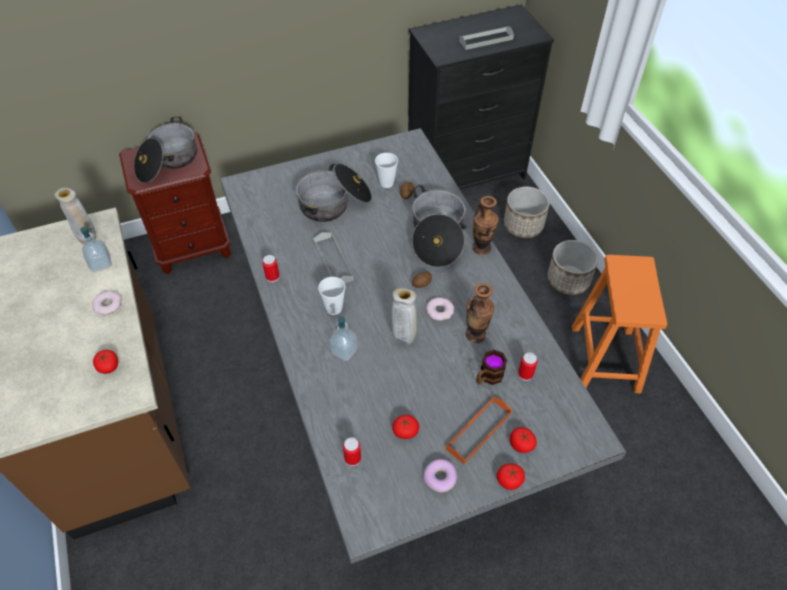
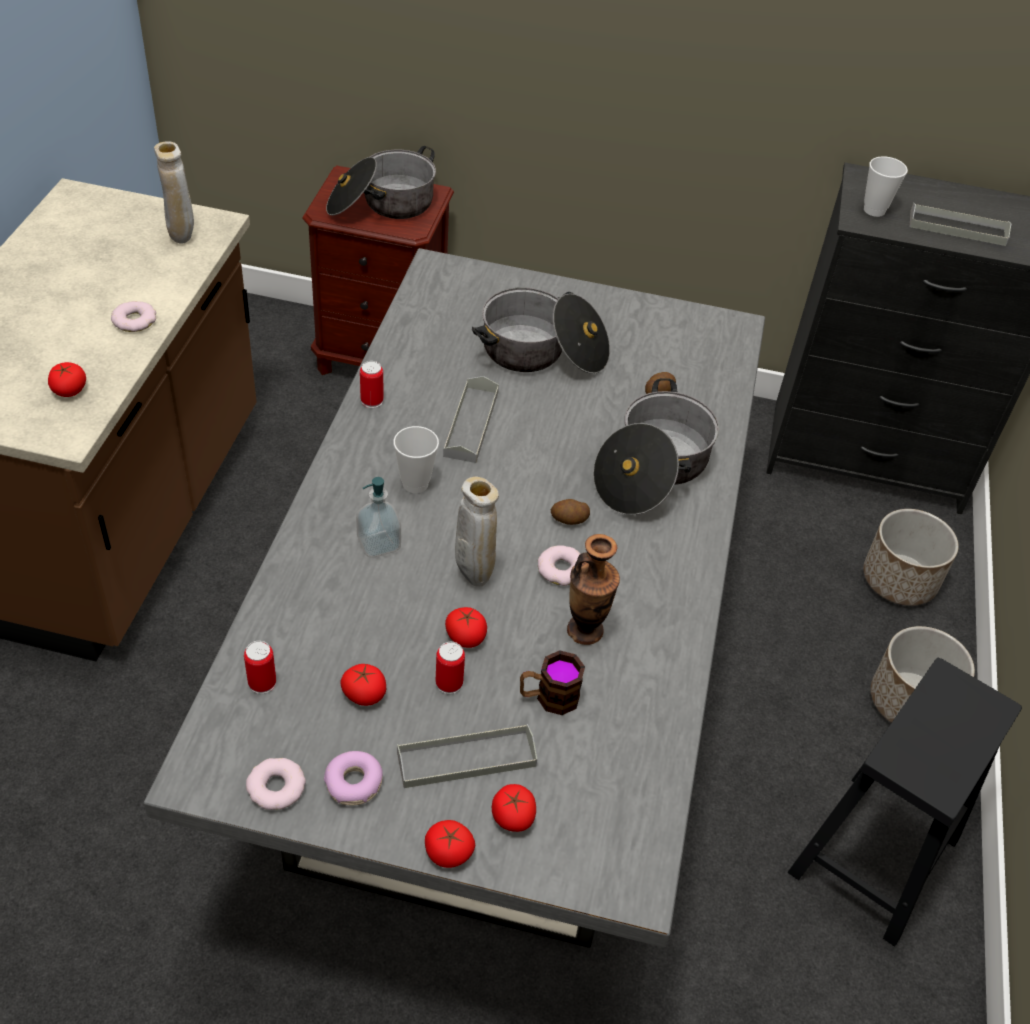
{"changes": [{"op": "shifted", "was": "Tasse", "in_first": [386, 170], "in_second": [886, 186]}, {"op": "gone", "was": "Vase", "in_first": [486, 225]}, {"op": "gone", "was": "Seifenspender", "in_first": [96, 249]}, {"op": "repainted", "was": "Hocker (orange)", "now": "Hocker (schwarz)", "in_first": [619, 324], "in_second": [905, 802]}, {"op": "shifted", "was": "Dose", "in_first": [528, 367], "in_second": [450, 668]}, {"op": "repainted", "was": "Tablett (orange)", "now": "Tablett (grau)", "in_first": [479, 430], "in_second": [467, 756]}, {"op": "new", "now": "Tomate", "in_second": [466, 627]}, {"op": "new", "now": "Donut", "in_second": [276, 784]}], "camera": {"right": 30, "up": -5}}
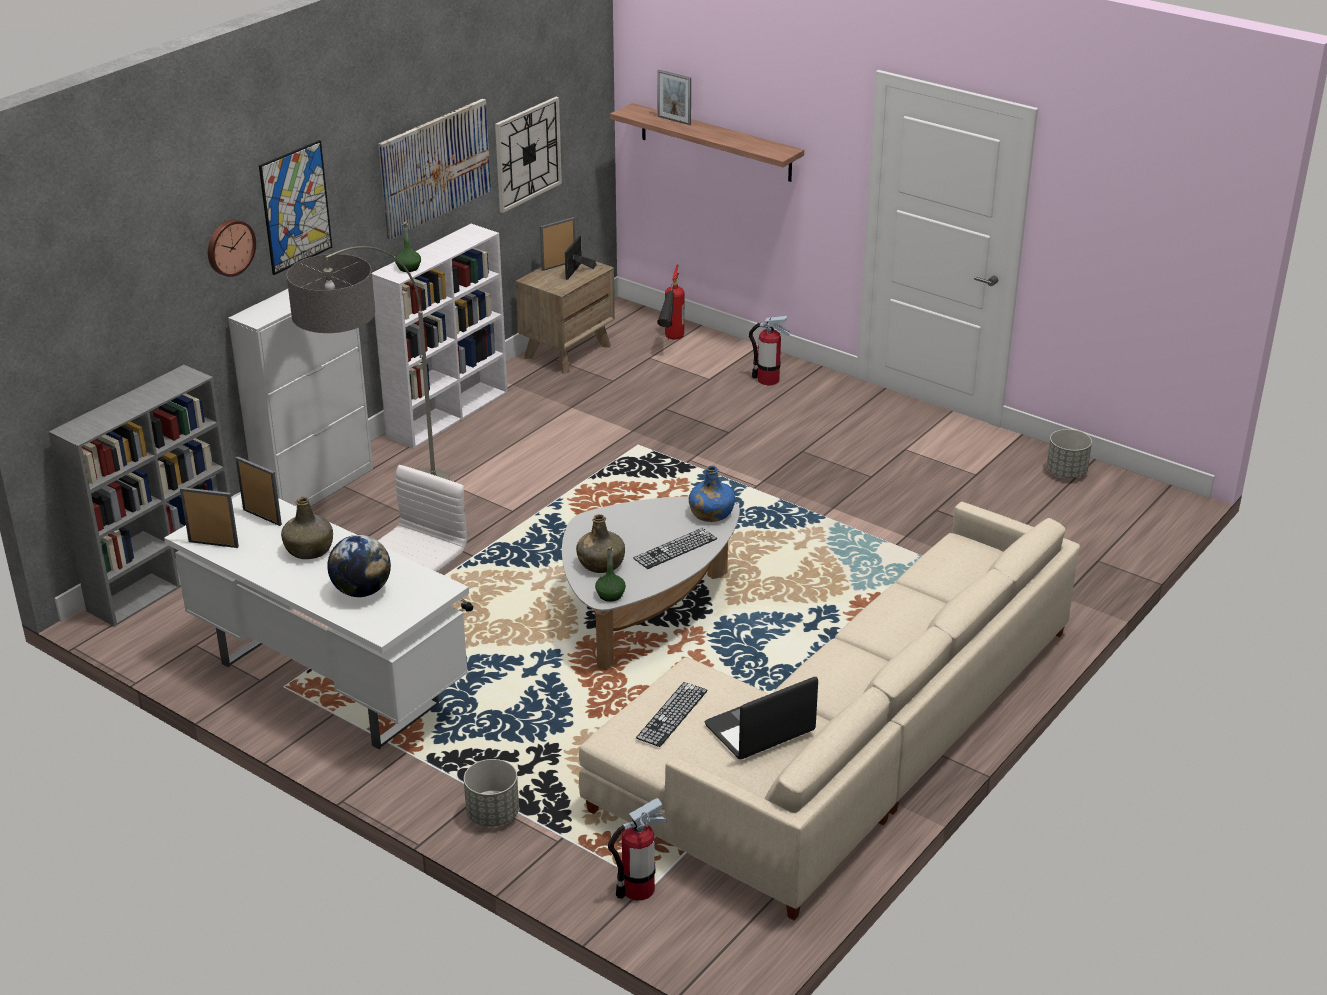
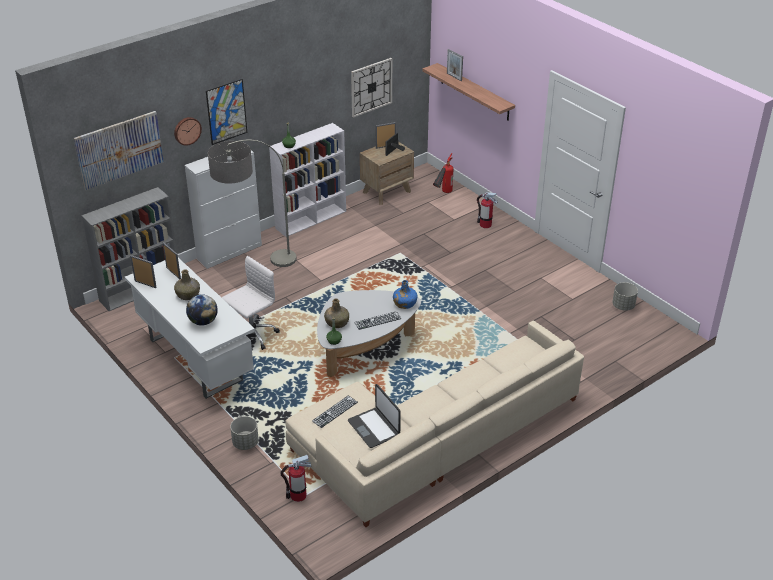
{"changes": [{"op": "shifted", "was": "Bild", "in_first": [434, 169], "in_second": [119, 150]}, {"op": "rotated", "was": "Laptop", "in_first": [761, 718], "in_second": [374, 416], "clockwise": -105}], "camera": {"right": 15, "up": 5}}
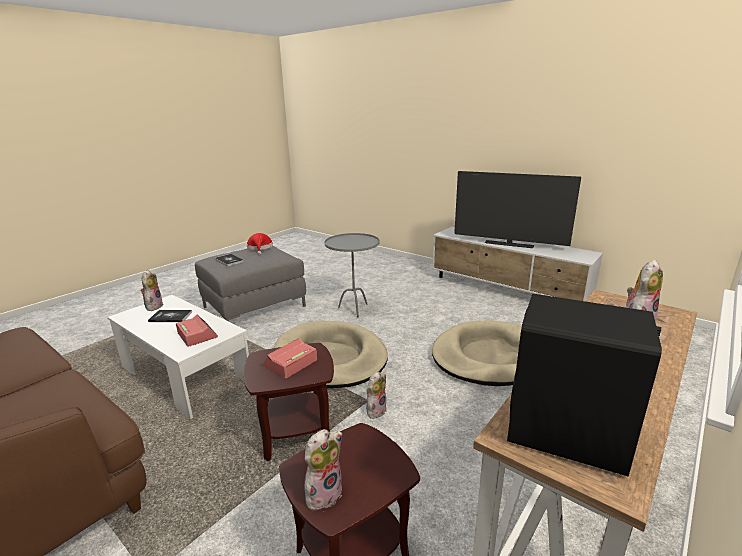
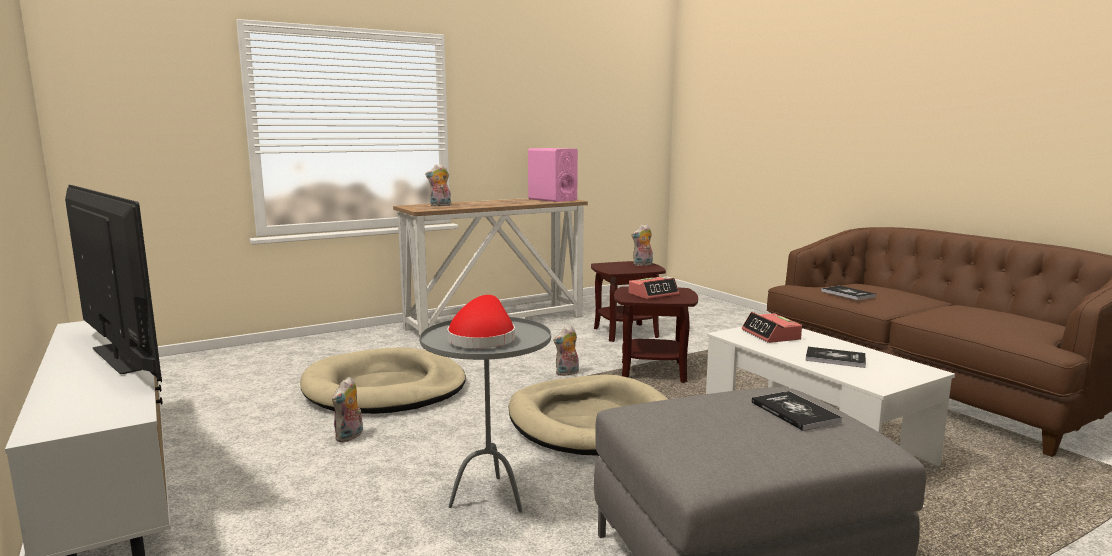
{"changes": [{"op": "shifted", "was": "Hut (rot)", "in_first": [259, 244], "in_second": [481, 321]}, {"op": "shifted", "was": "Plüschtier", "in_first": [152, 290], "in_second": [347, 410]}, {"op": "repainted", "was": "Lautsprecher (schwarz)", "now": "Lautsprecher (rosa)", "in_first": [584, 384], "in_second": [553, 175]}, {"op": "new", "now": "Buch", "in_second": [848, 293]}], "camera": {"right": -160, "up": -10}}
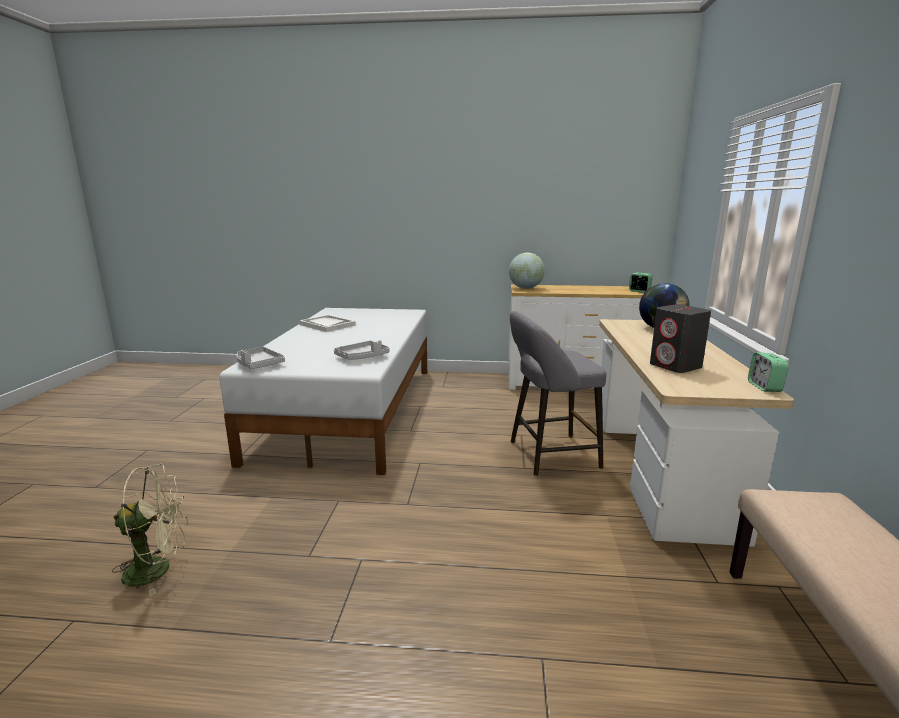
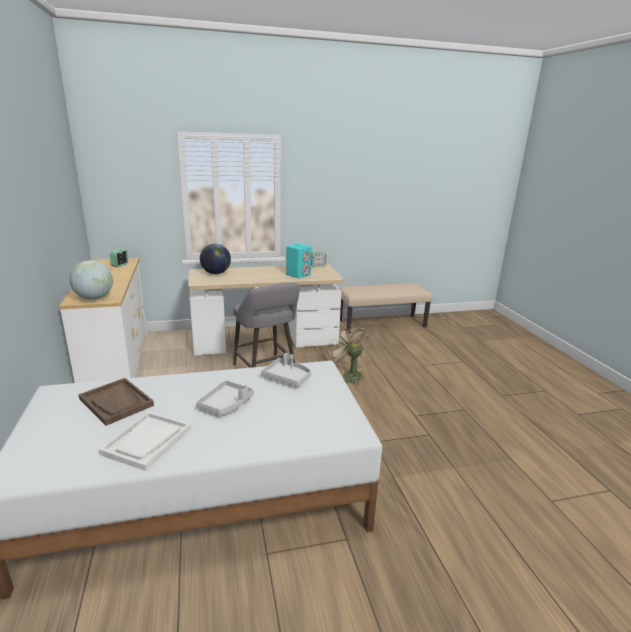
{"changes": [{"op": "repainted", "was": "Lautsprecher (grau)", "now": "Lautsprecher (türkis)", "in_first": [680, 338], "in_second": [299, 260]}, {"op": "shifted", "was": "Tablett (grau)", "in_first": [261, 358], "in_second": [225, 397]}, {"op": "shifted", "was": "Ventilator (beige)", "in_first": [150, 530], "in_second": [349, 355]}, {"op": "new", "now": "Tablett (braun)", "in_second": [116, 402]}], "camera": {"right": -110, "up": 5}}
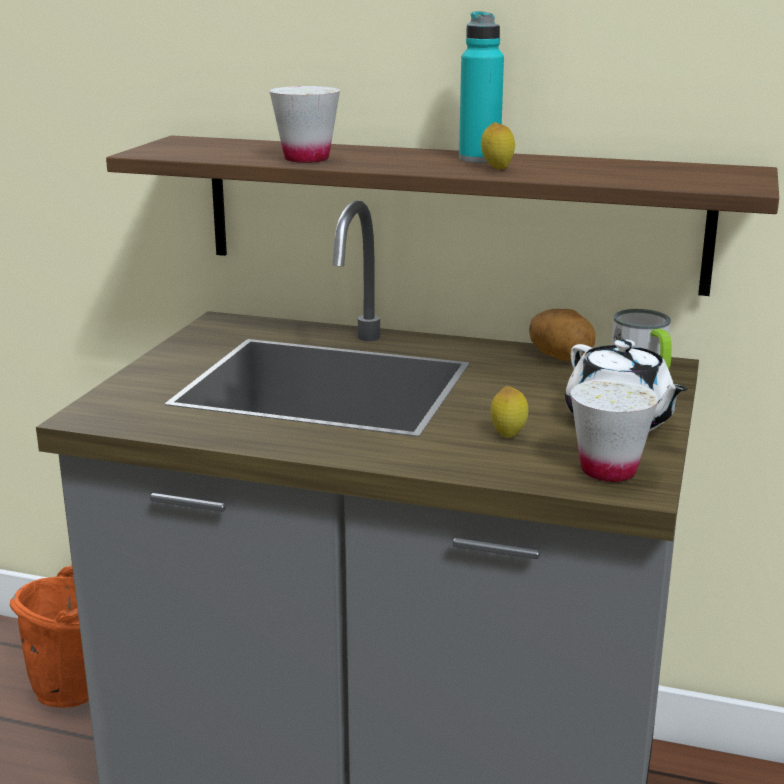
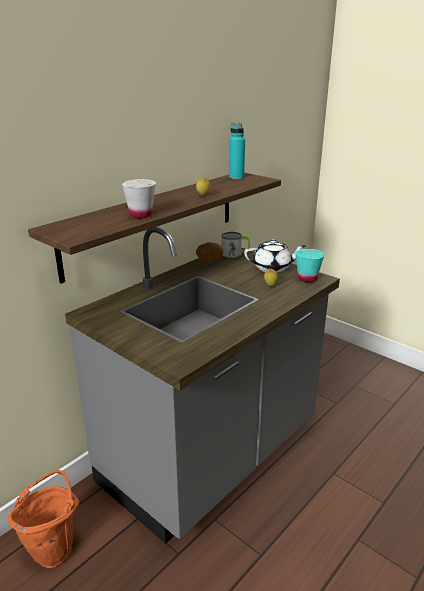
{"changes": [{"op": "shifted", "was": "Flasche (türkis)", "in_first": [481, 87], "in_second": [237, 151]}, {"op": "repainted", "was": "Tasse (weiß)", "now": "Tasse (türkis)", "in_first": [615, 430], "in_second": [309, 266]}], "camera": {"right": -65, "up": 5}}
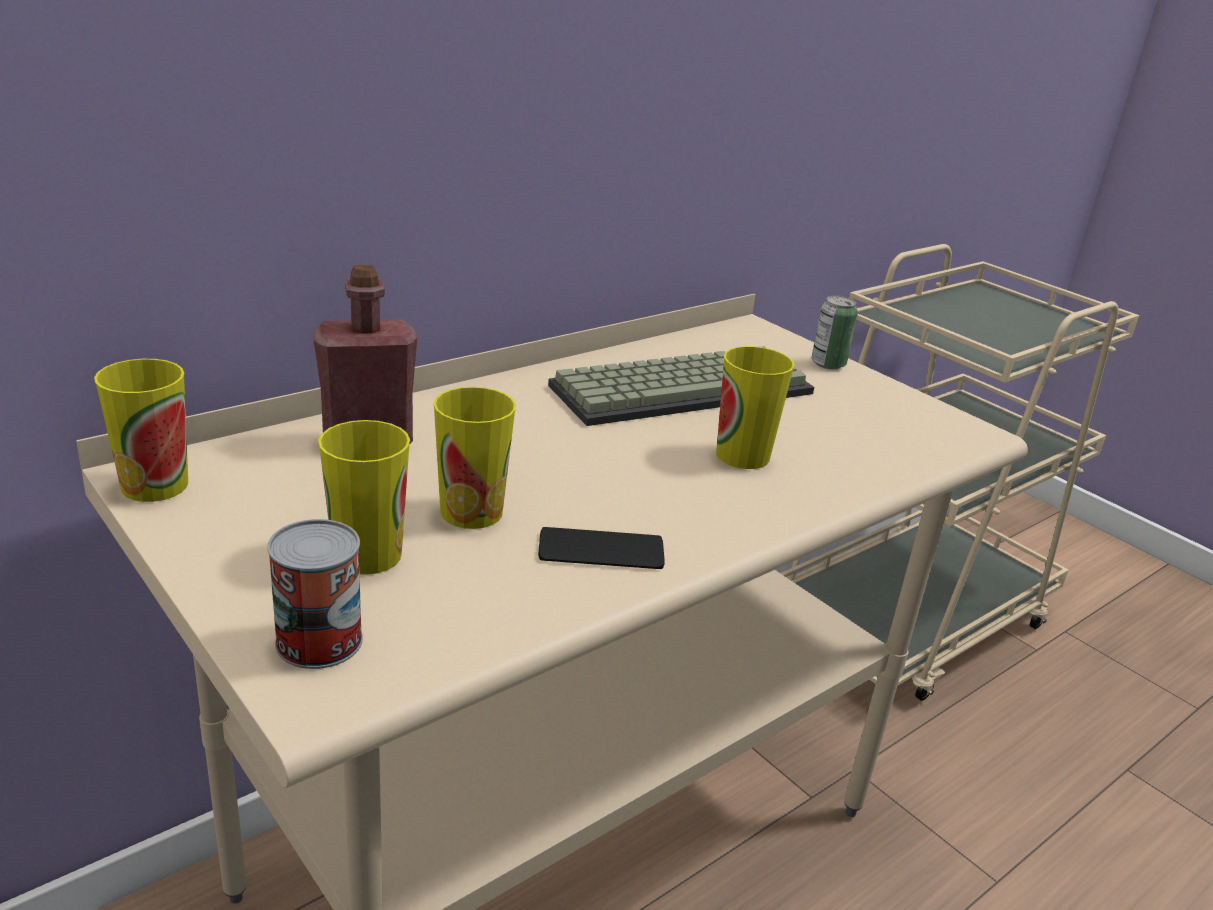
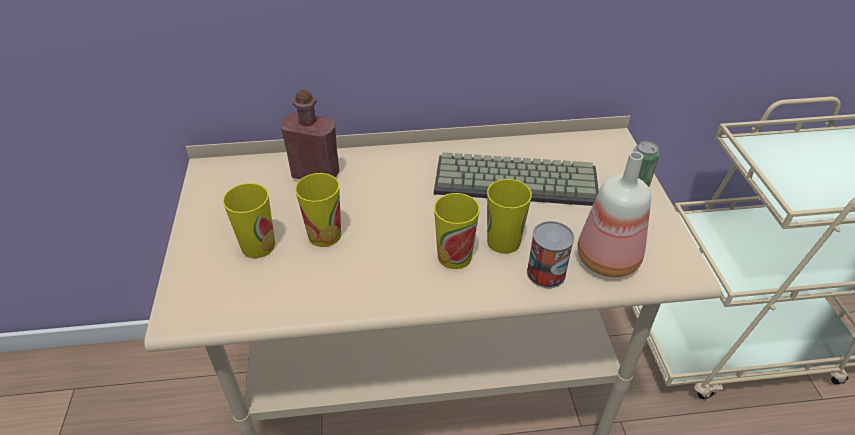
{"changes": [{"op": "shifted", "was": "Tasse", "in_first": [141, 430], "in_second": [457, 231]}, {"op": "shifted", "was": "Dose", "in_first": [315, 594], "in_second": [550, 254]}, {"op": "gone", "was": "Handy", "in_first": [601, 548]}, {"op": "new", "now": "Flasche", "in_second": [614, 214]}], "camera": {"right": 35, "up": 15}}
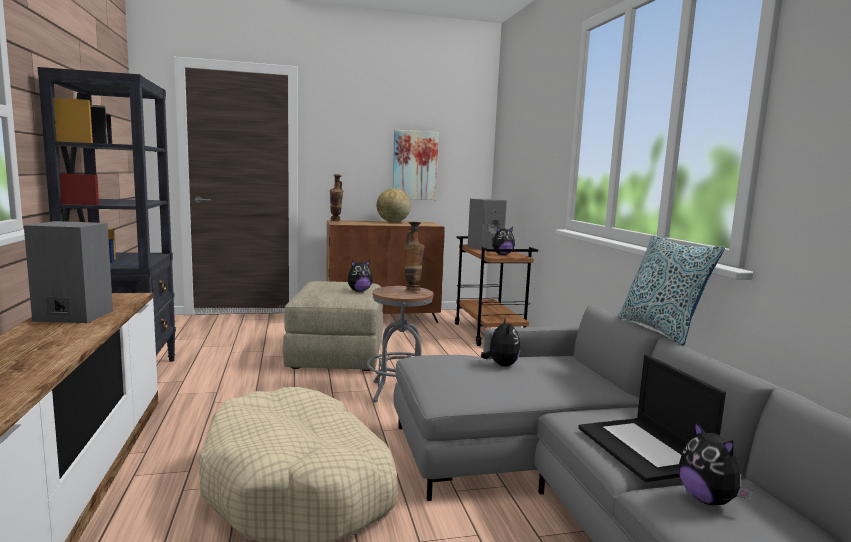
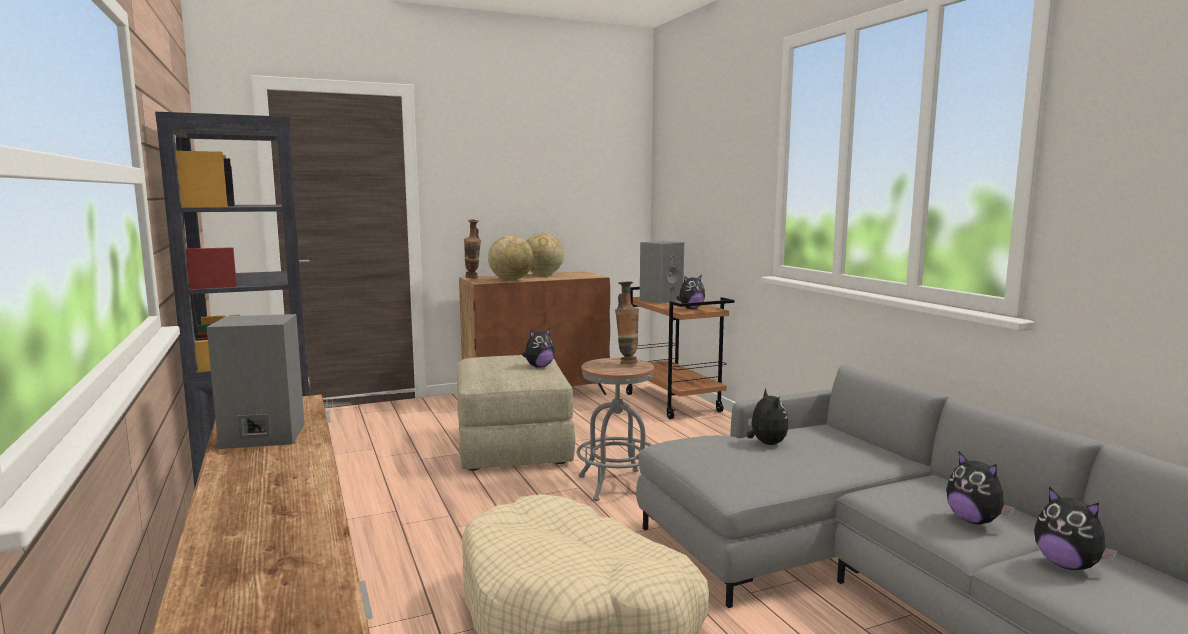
{"changes": [{"op": "gone", "was": "Bild", "in_first": [416, 165]}, {"op": "gone", "was": "Kissen", "in_first": [671, 290]}, {"op": "swapped", "was": "Laptop", "now": "Plüschtier", "in_first": [652, 418], "in_second": [980, 488]}, {"op": "new", "now": "Globus", "in_second": [511, 258]}], "camera": {"right": -10, "up": 0}}
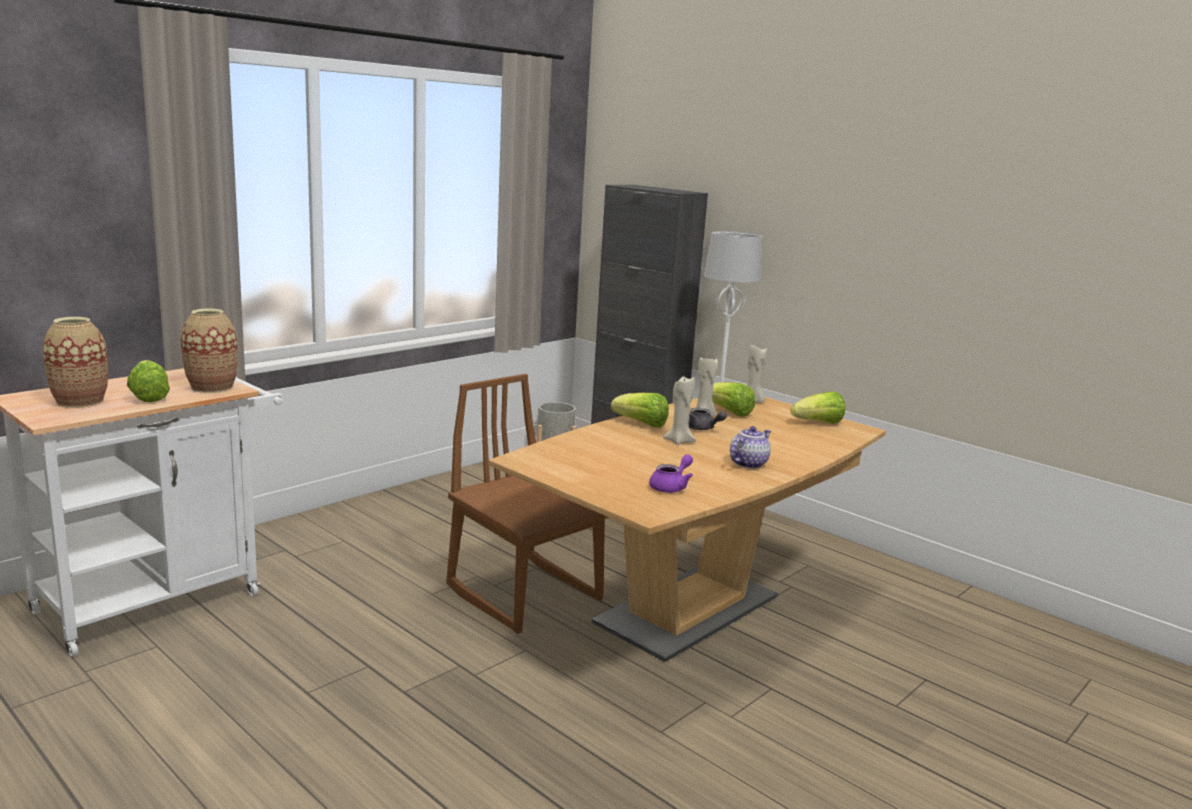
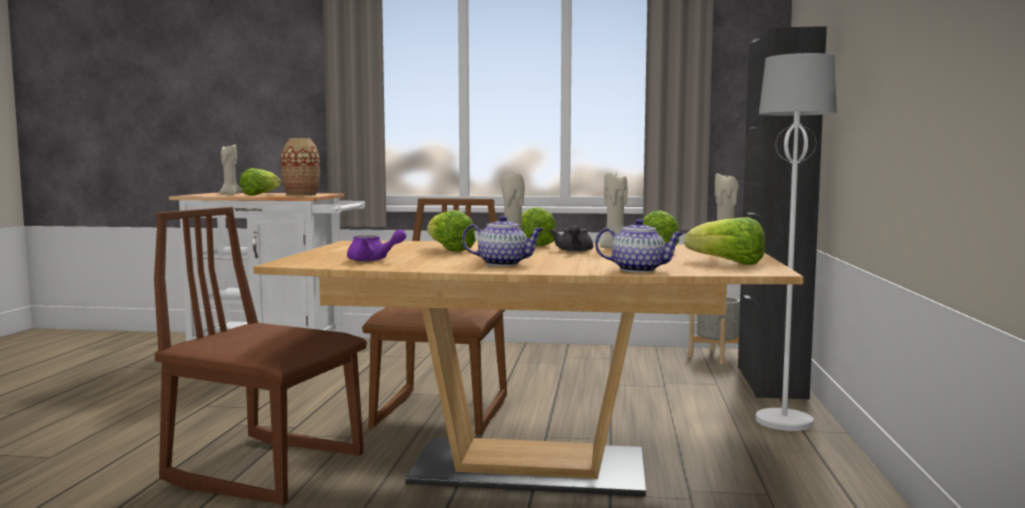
{"changes": [{"op": "swapped", "was": "Vase", "now": "Kerze (beige)", "in_first": [75, 362], "in_second": [230, 170]}, {"op": "new", "now": "Stuhl (braun)", "in_second": [260, 356]}, {"op": "new", "now": "Salatkopf", "in_second": [451, 231]}, {"op": "new", "now": "Teekanne", "in_second": [639, 245]}], "camera": {"right": 55, "up": -10}}
